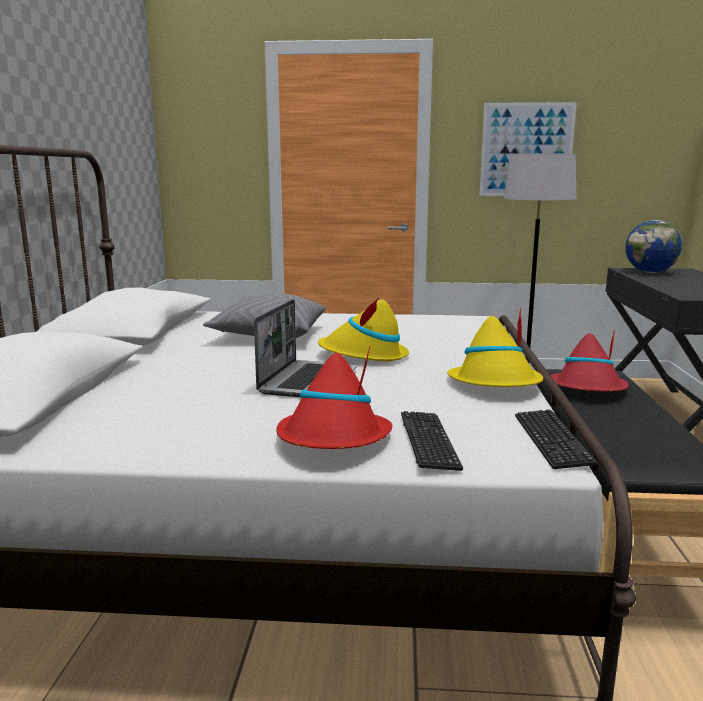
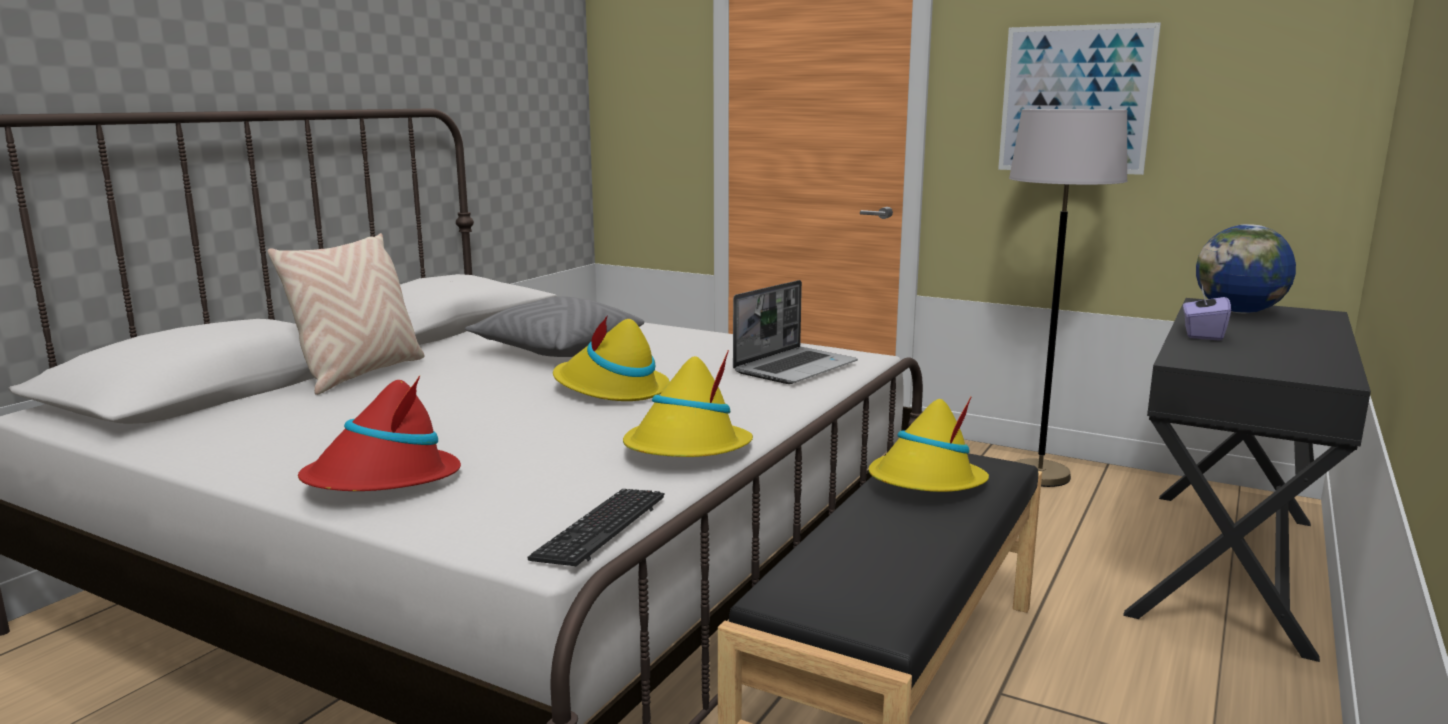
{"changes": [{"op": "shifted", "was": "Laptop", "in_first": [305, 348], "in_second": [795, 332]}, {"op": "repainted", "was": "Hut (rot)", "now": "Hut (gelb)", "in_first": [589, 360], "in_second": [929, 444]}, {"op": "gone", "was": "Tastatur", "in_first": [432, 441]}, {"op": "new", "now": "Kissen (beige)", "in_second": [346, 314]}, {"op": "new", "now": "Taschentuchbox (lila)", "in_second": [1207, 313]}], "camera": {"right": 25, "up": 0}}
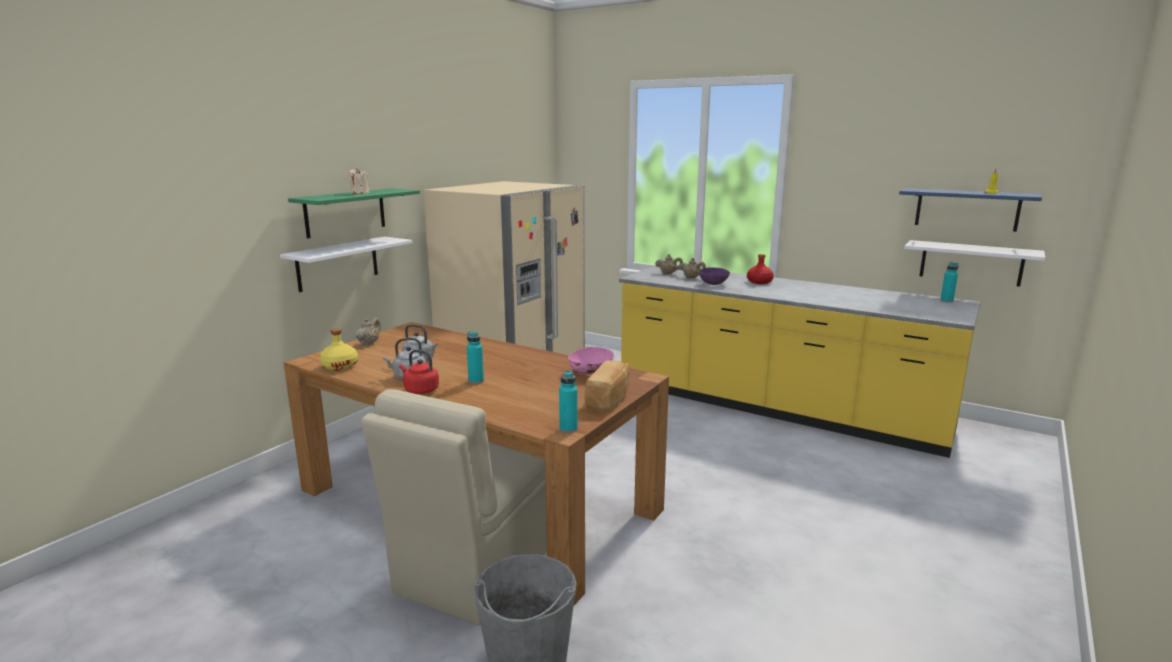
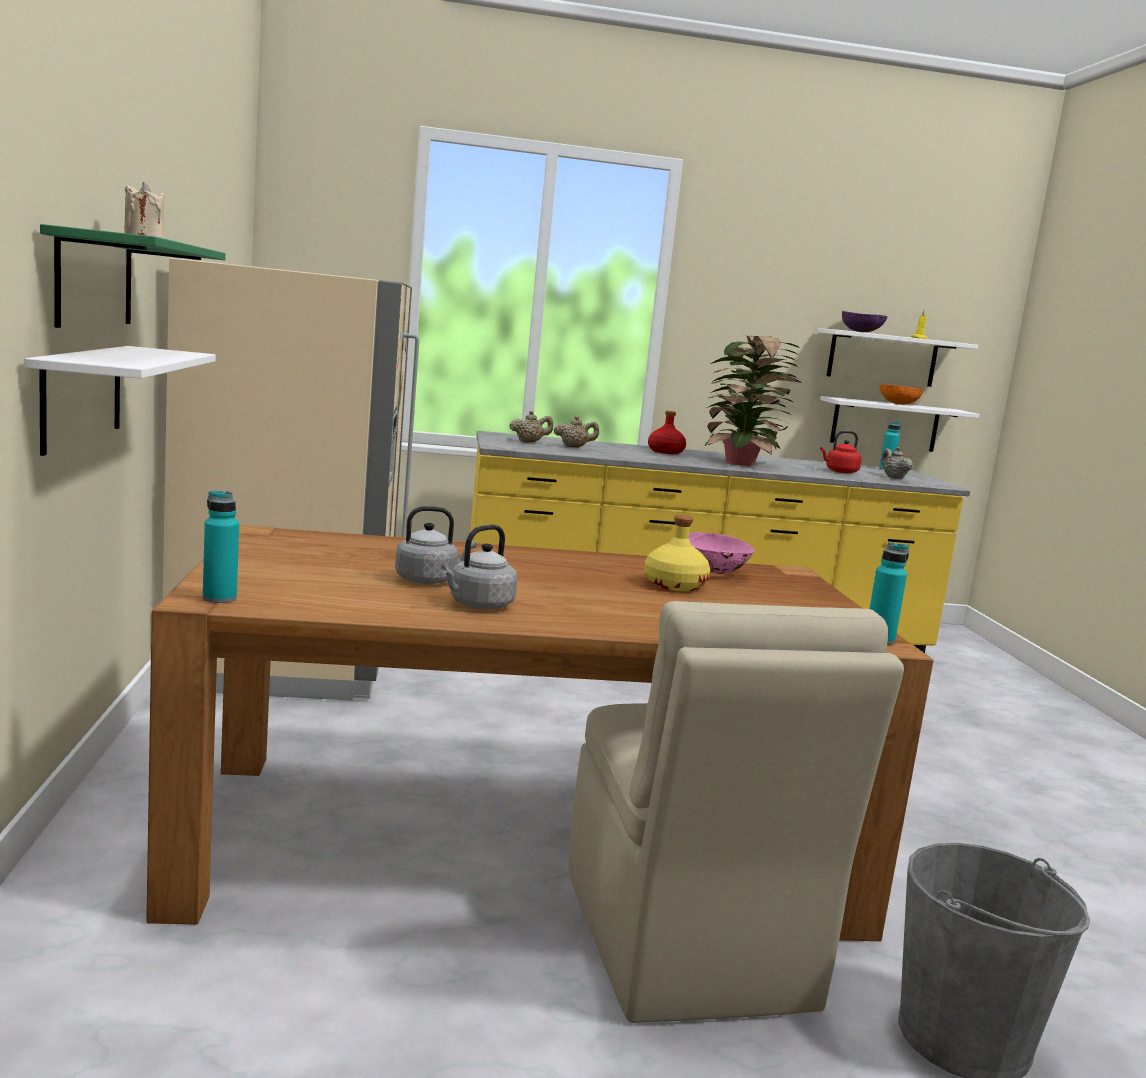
{"changes": [{"op": "repainted", "was": "Wandregal (blau)", "now": "Wandregal (weiß)", "in_first": [970, 210], "in_second": [897, 357]}, {"op": "shifted", "was": "Schüssel (lila)", "in_first": [714, 276], "in_second": [865, 321]}, {"op": "shifted", "was": "Teekanne (beige)", "in_first": [368, 331], "in_second": [897, 463]}, {"op": "shifted", "was": "Flasche (gelb)", "in_first": [339, 349], "in_second": [677, 553]}, {"op": "shifted", "was": "Flasche (türkis)", "in_first": [475, 357], "in_second": [221, 547]}, {"op": "shifted", "was": "Wasserkessel (rot)", "in_first": [419, 372], "in_second": [841, 452]}, {"op": "gone", "was": "Brot", "in_first": [607, 385]}, {"op": "new", "now": "Topfpflanze", "in_second": [752, 401]}, {"op": "new", "now": "Schüssel (orange)", "in_second": [901, 394]}], "camera": {"right": -40, "up": -5}}
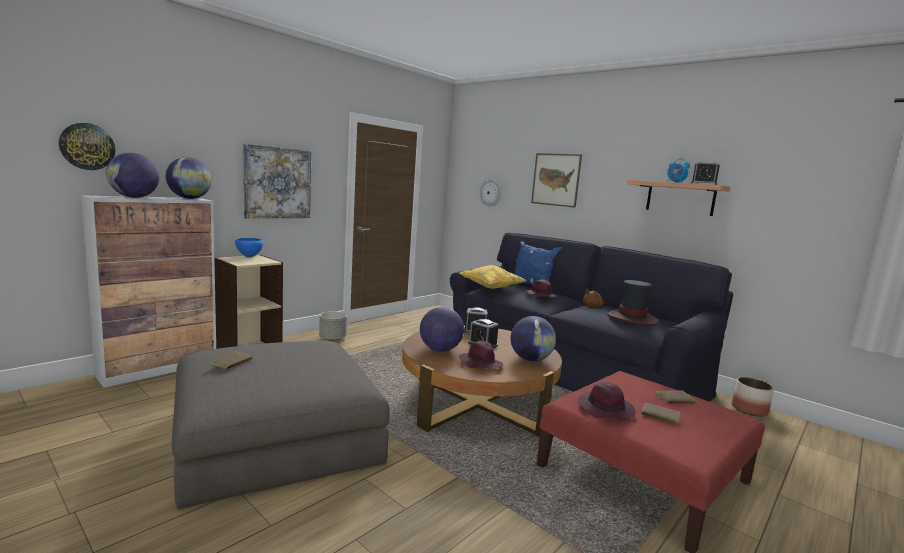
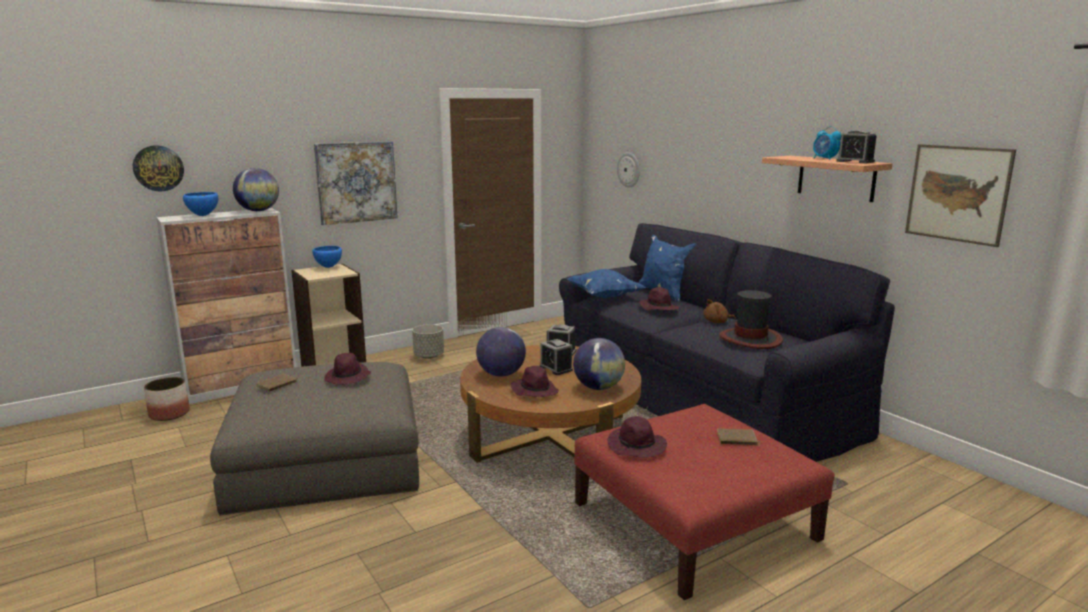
{"changes": [{"op": "swapped", "was": "Globus", "now": "Schüssel (blau)", "in_first": [132, 175], "in_second": [200, 204]}, {"op": "shifted", "was": "Bild", "in_first": [556, 180], "in_second": [960, 195]}, {"op": "repainted", "was": "Kissen (gelb)", "now": "Kissen (blau)", "in_first": [493, 277], "in_second": [606, 283]}, {"op": "shifted", "was": "Pflanzkübel", "in_first": [753, 397], "in_second": [167, 399]}, {"op": "gone", "was": "Buch (braun)", "in_first": [661, 414]}, {"op": "new", "now": "Hut (lila)", "in_second": [347, 369]}], "camera": {"right": 15, "up": 5}}
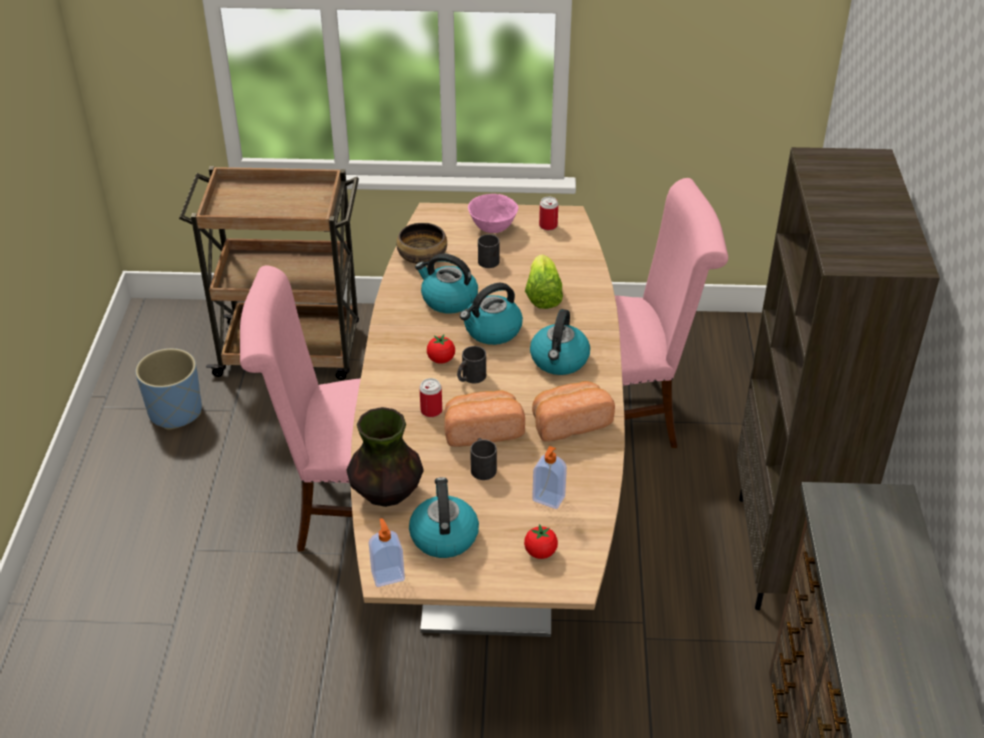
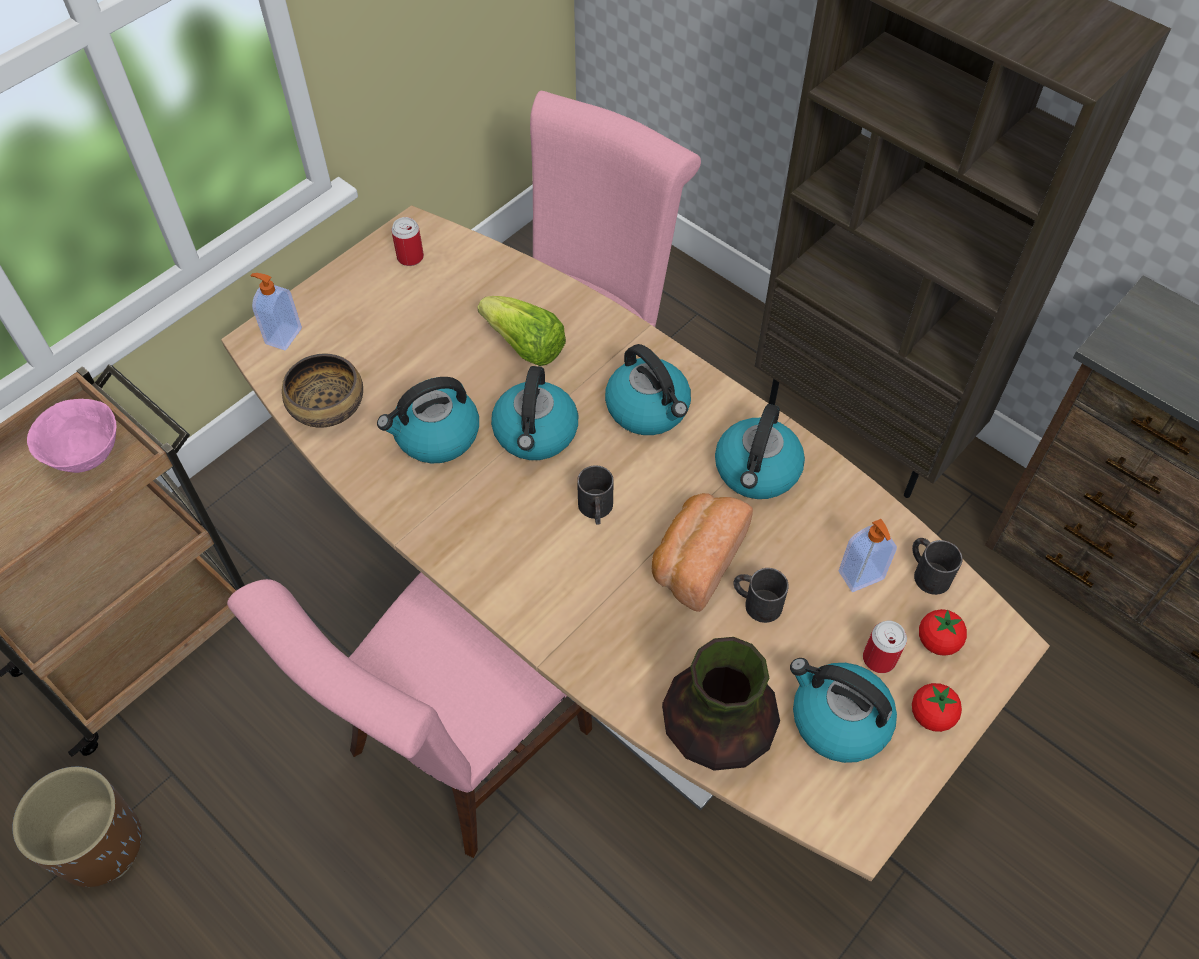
{"changes": [{"op": "shifted", "was": "Schüssel (rosa)", "in_first": [493, 213], "in_second": [71, 436]}, {"op": "shifted", "was": "Henkelbecher (schwarz)", "in_first": [489, 251], "in_second": [937, 566]}, {"op": "shifted", "was": "Tomate", "in_first": [441, 349], "in_second": [937, 707]}, {"op": "repainted", "was": "Pflanzkübel (blau)", "now": "Pflanzkübel (braun)", "in_first": [168, 389], "in_second": [77, 827]}, {"op": "shifted", "was": "Dose", "in_first": [430, 397], "in_second": [885, 647]}, {"op": "swapped", "was": "Brot", "now": "Wasserkessel", "in_first": [573, 411], "in_second": [760, 451]}, {"op": "shifted", "was": "Seifenspender", "in_first": [387, 552], "in_second": [276, 311]}], "camera": {"right": -50, "up": 15}}
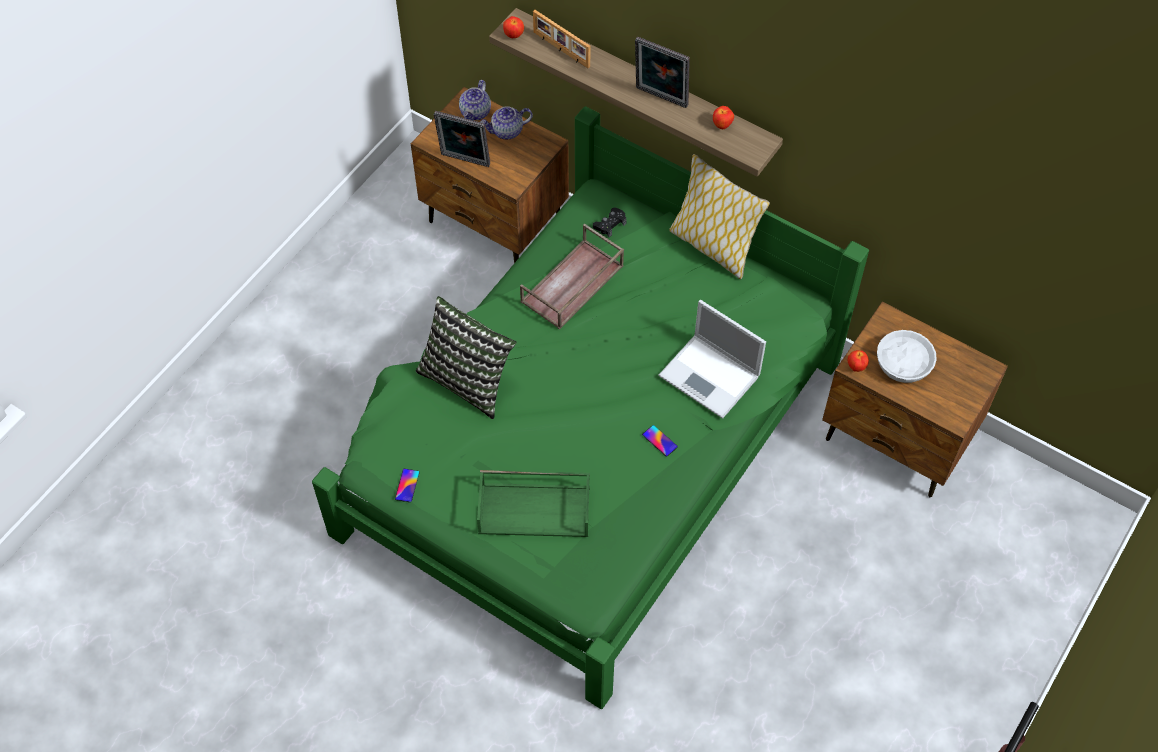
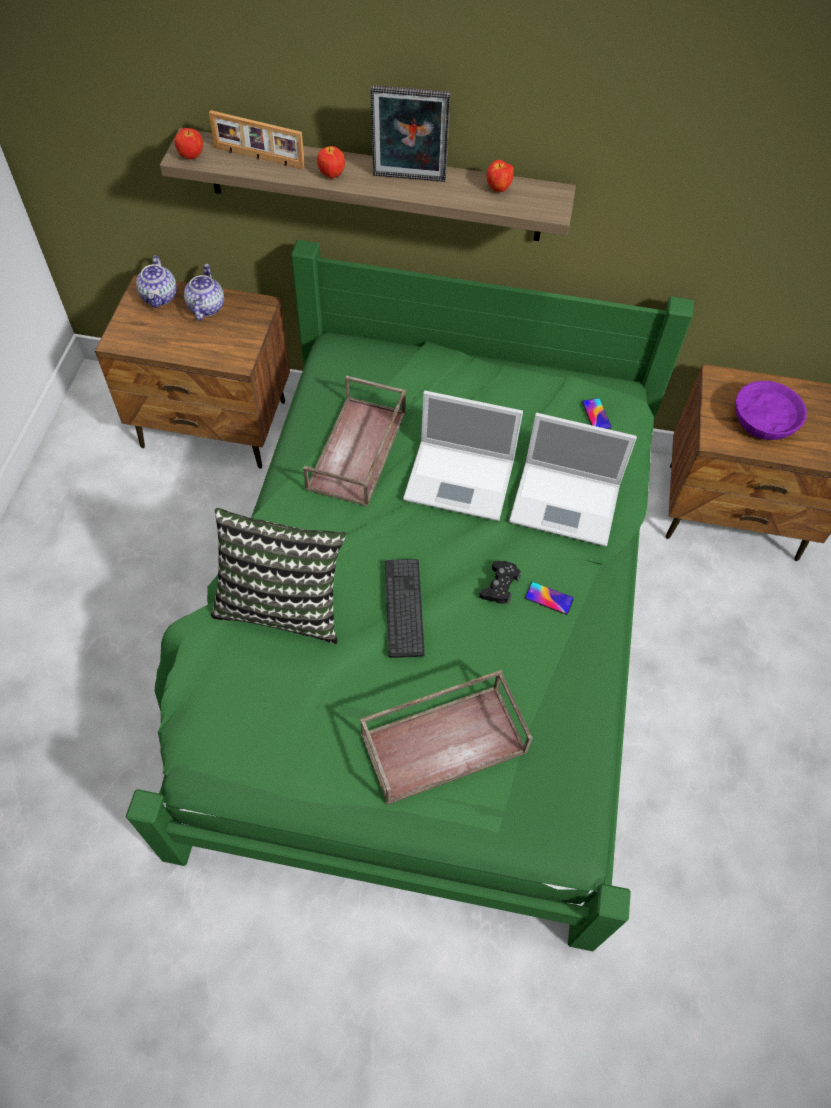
{"changes": [{"op": "rotated", "was": "Teekanne", "in_first": [506, 123], "in_second": [204, 292], "clockwise": 135}, {"op": "gone", "was": "Bilderrahmen", "in_first": [462, 139]}, {"op": "gone", "was": "Kissen", "in_first": [719, 216]}, {"op": "shifted", "was": "Gamepad (schwarz)", "in_first": [610, 222], "in_second": [500, 583]}, {"op": "repainted", "was": "Schüssel (weiß)", "now": "Schüssel (lila)", "in_first": [907, 356], "in_second": [771, 410]}, {"op": "shifted", "was": "Apfel", "in_first": [858, 361], "in_second": [331, 162]}, {"op": "shifted", "was": "Handy", "in_first": [407, 485], "in_second": [597, 413]}, {"op": "repainted", "was": "Tablett (grün)", "now": "Tablett (braun)", "in_first": [533, 503], "in_second": [446, 737]}, {"op": "new", "now": "Laptop", "in_second": [463, 456]}, {"op": "new", "now": "Tastatur", "in_second": [405, 608]}], "camera": {"right": -25, "up": 0}}
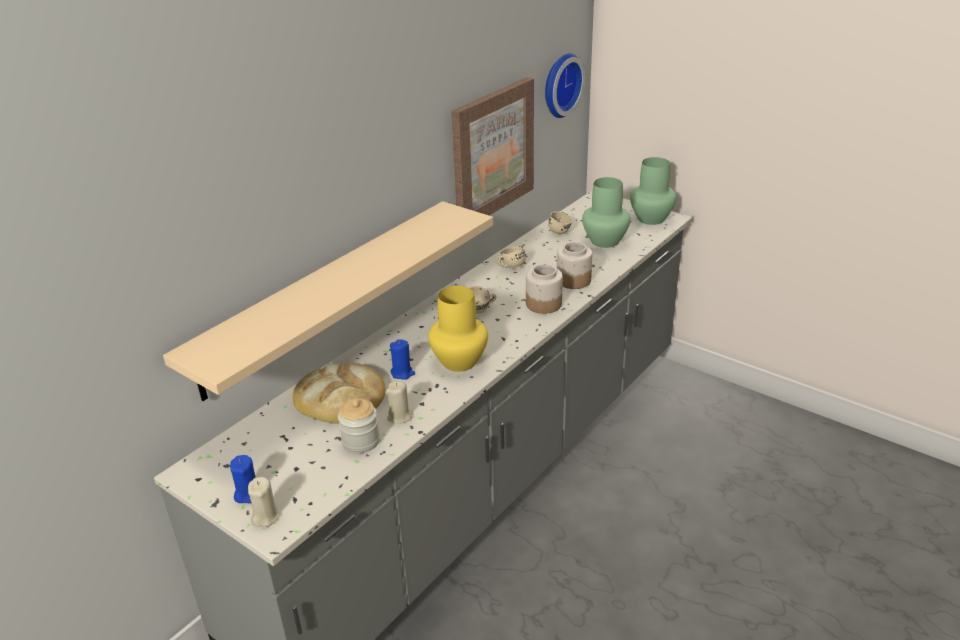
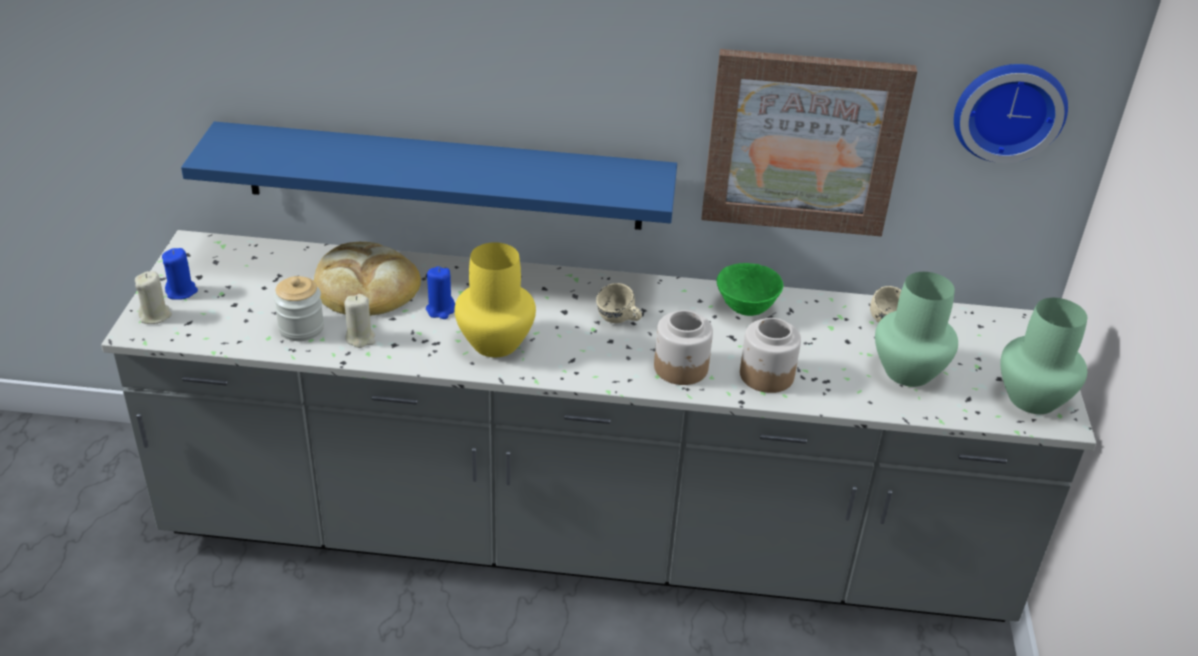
{"changes": [{"op": "repainted", "was": "Wandregal (beige)", "now": "Wandregal (blau)", "in_first": [328, 301], "in_second": [429, 176]}, {"op": "swapped", "was": "Henkelbecher (beige)", "now": "Schüssel (grün)", "in_first": [511, 257], "in_second": [750, 289]}], "camera": {"right": 55, "up": 5}}
